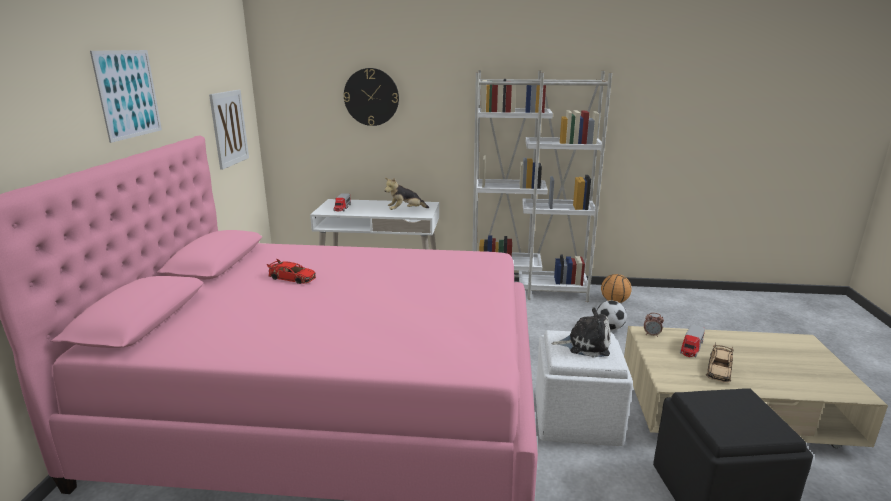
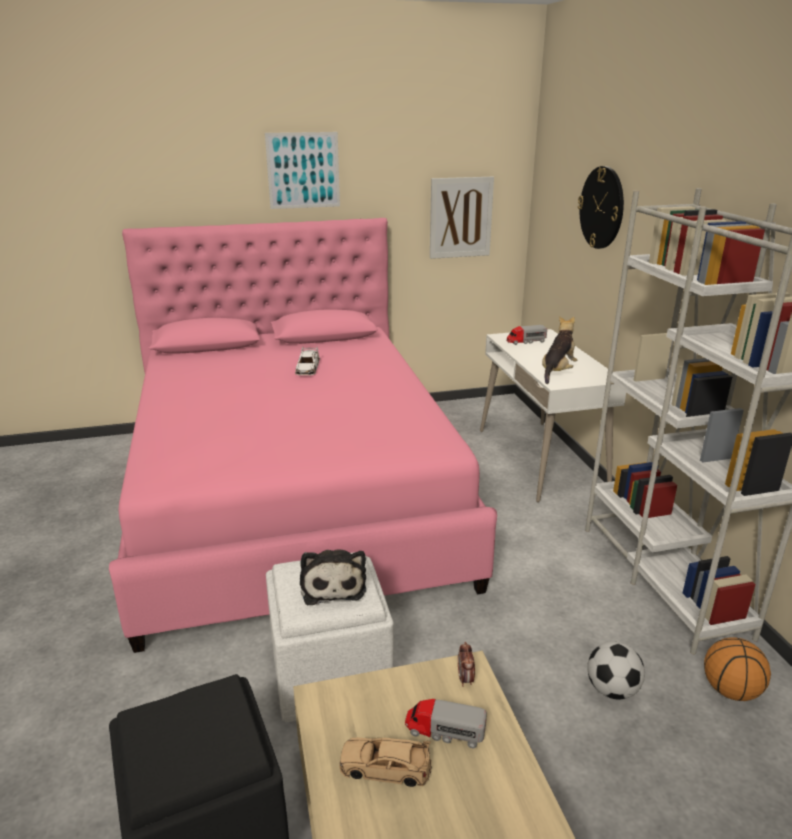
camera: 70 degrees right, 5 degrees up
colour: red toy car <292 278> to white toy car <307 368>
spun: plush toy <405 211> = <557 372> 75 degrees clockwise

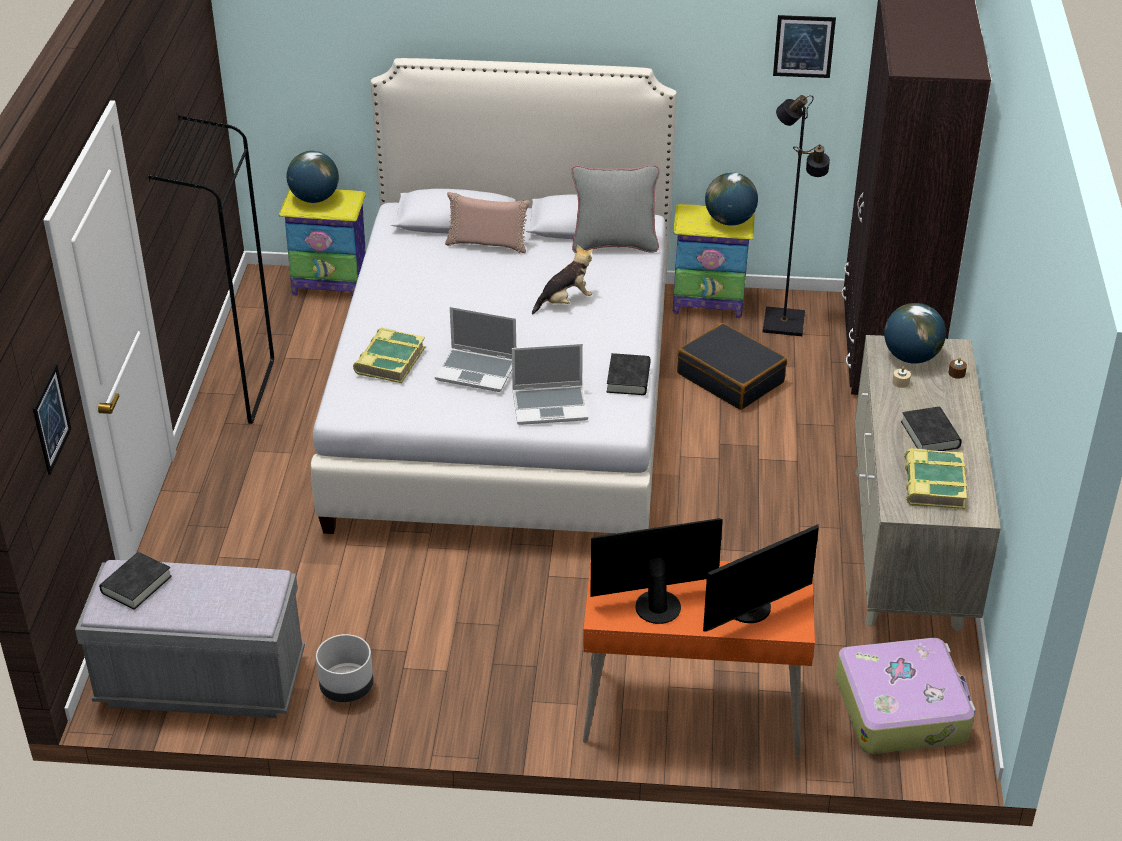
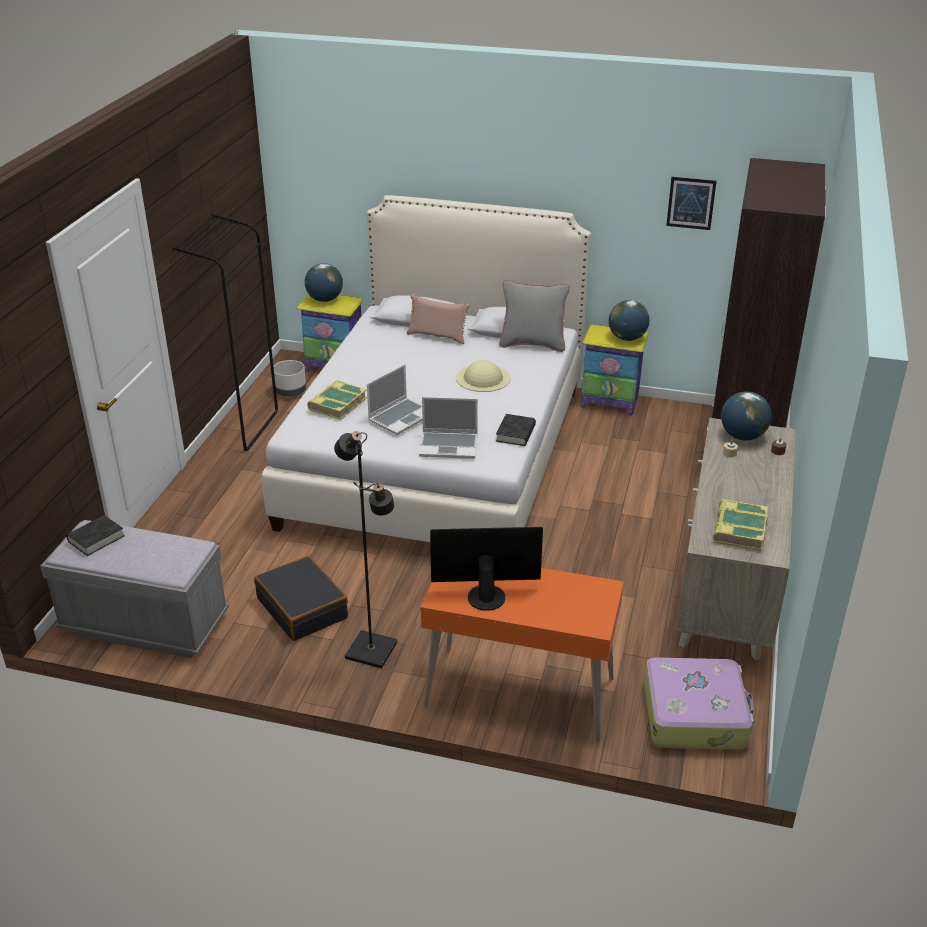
camera: 10 degrees right, 5 degrees down
missing: picture <51 419>; monitor <751 610>; black book <930 435>
relocated: grey planter <347 687> to <291 392>; black suitcase <731 378> to <303 608>; black floor lamp <784 323> to <371 650>
exchanged: plush toy <565 301> to beige hat <483 378>
spun: laptop <477 371> = <401 417> 75 degrees counterclockwise

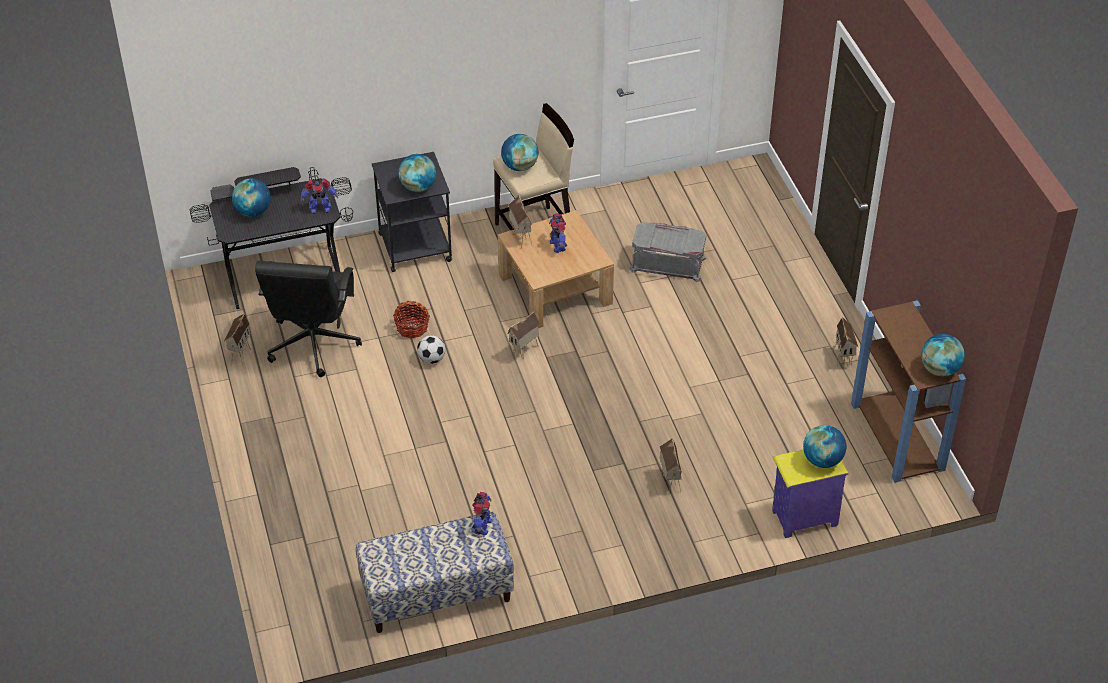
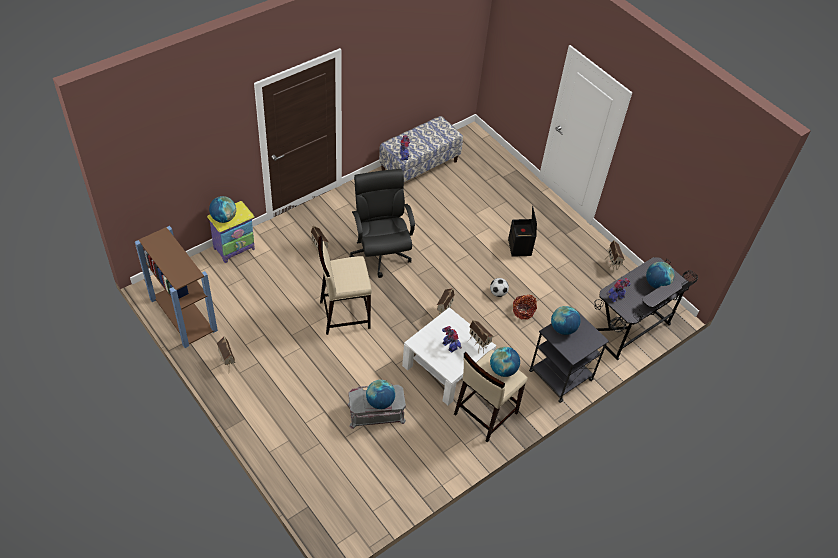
camera: 155 degrees right, 5 degrees up
appeared: beige stool <344 314>; black storage box <520 247>
relocated: black office chair <313 342> to <381 253>; globe <939 369> to <380 402>
colour: brown coffee table <555 289> to white coffee table <446 367>

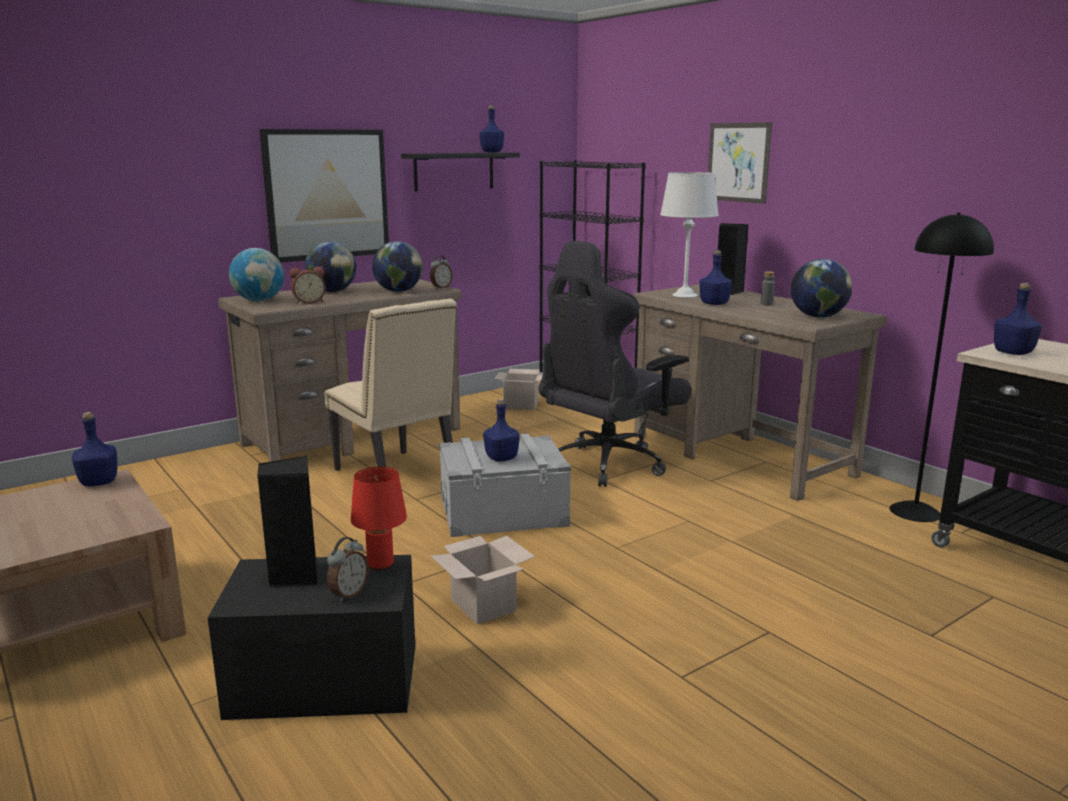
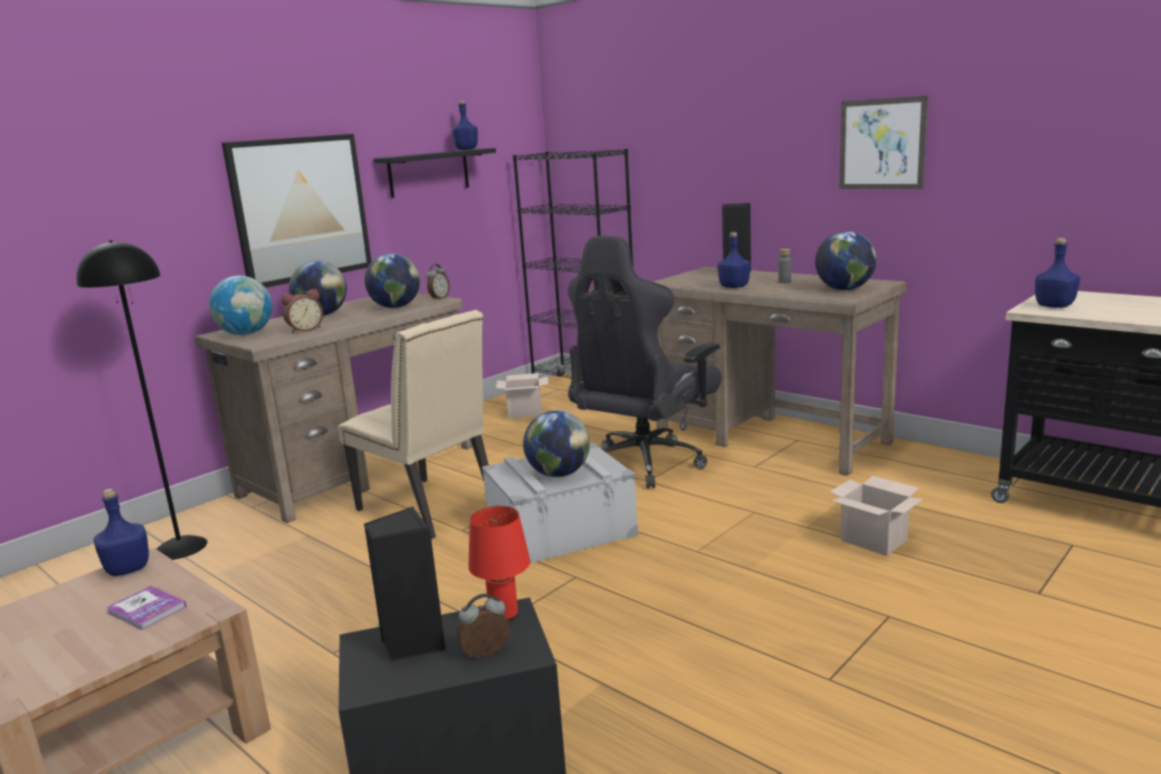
camera: 10 degrees left, 0 degrees up
missing: white table lamp <685 295>
appeared: book <147 610>
relocated: cardboard box <485 605> to <875 540>; picture <738 162> to <882 144>; black floor lamp <915 511> to <181 547>
exchanged: blue bottle <502 458> to globe <558 474>
spun: alarm clock <348 594> = <486 654> 135 degrees counterclockwise

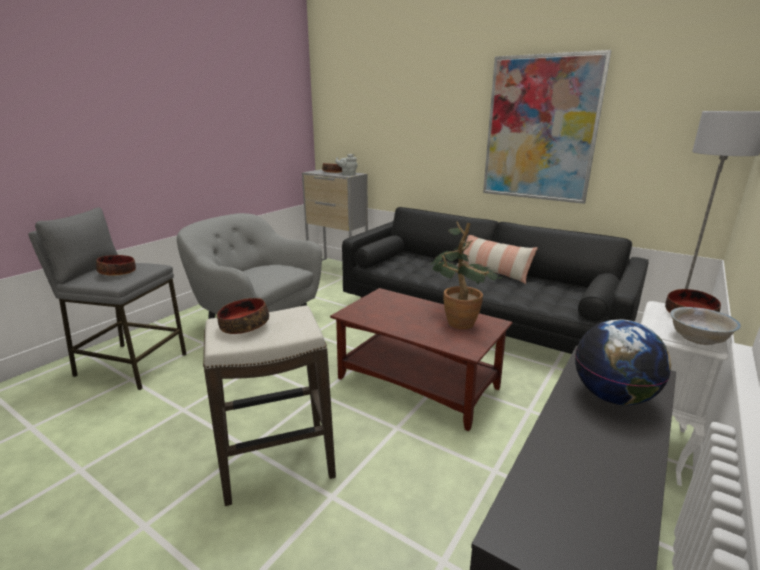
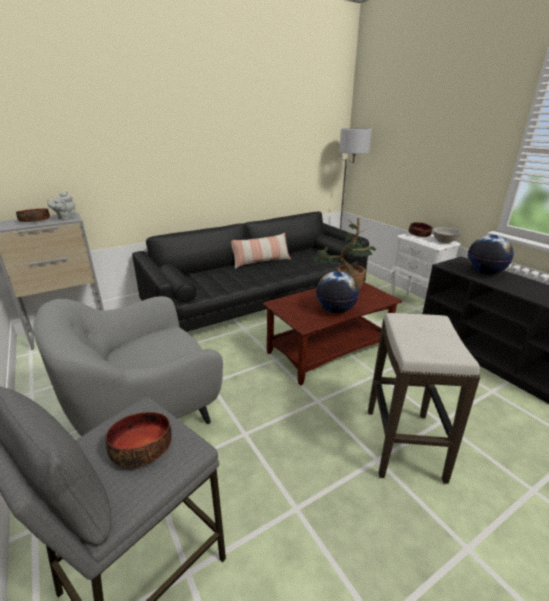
camera: 65 degrees left, 5 degrees up
missing: bowl <244 325>; picture <540 129>
appeared: globe <335 310>

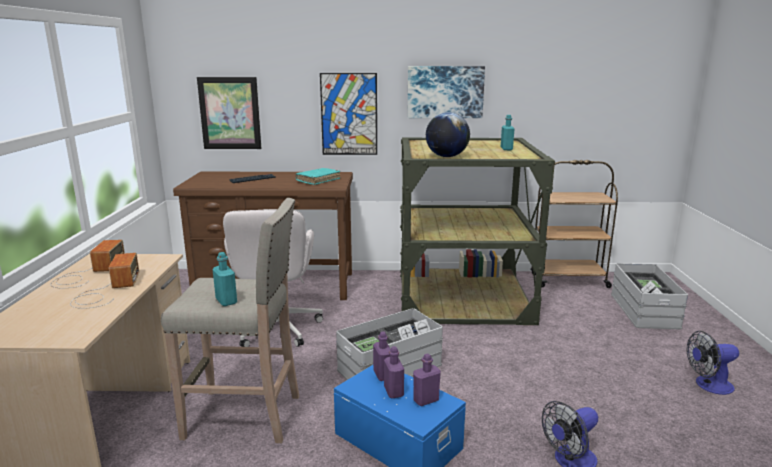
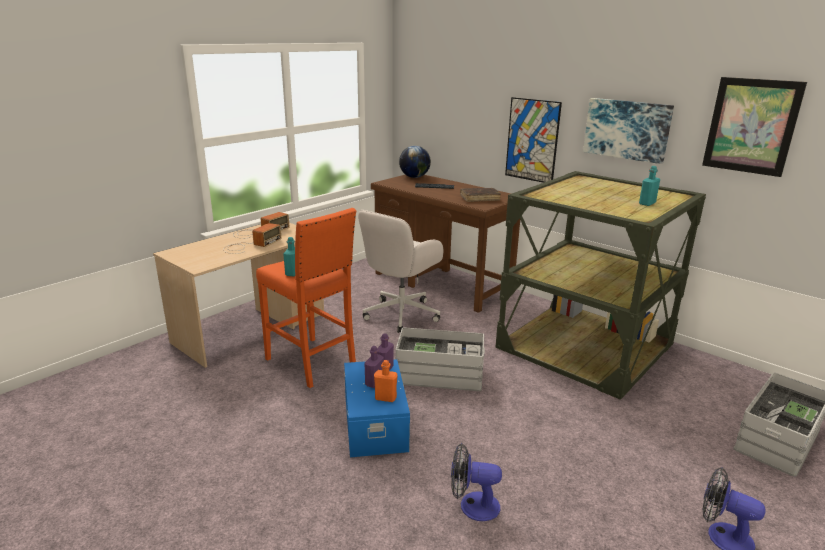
camera: 40 degrees right, 5 degrees up
missing: brown cart <568 280>
relocated: picture <230 113> to <751 126>; globe <447 156> to <414 177>
colour: beige stool <246 416> to orange stool <312 363>; turquoise book <318 180> to brown book <479 198>; purple bottle <426 400> to orange bottle <385 398>

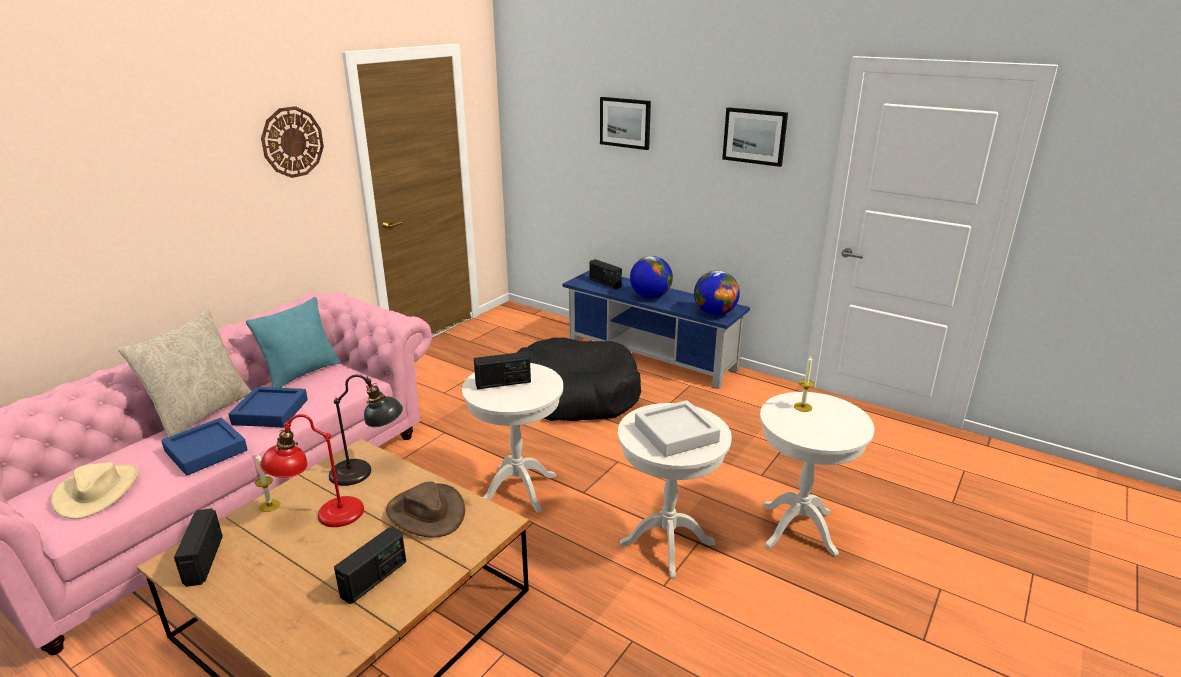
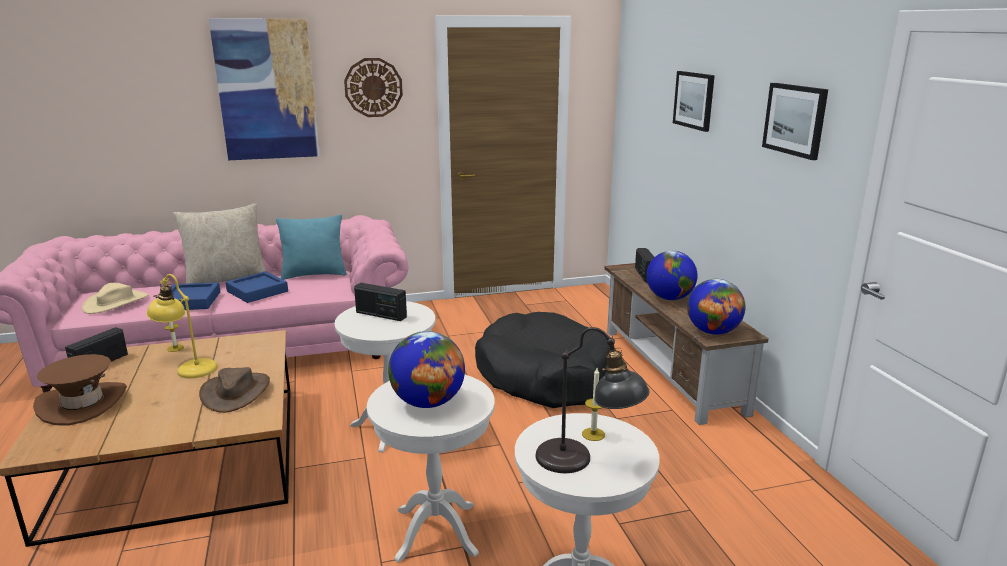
camera: 40 degrees right, 5 degrees down
missing: radio <374 579>
appeared: brown hat <83 404>; picture <267 90>
relocated: grey table lamp <369 468> to <587 460>
exchanged: grey tray <676 433> to globe <428 402>
colour: red table lamp <320 515> to yellow table lamp <186 365>; blue tv stand <650 356> to brown tv stand <669 370>

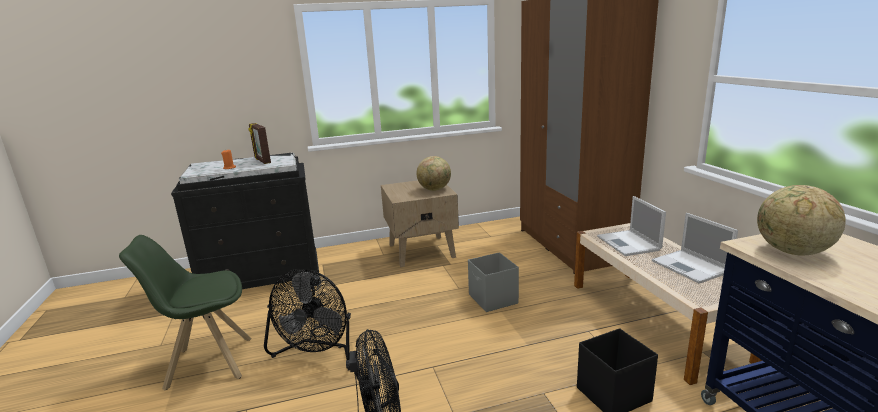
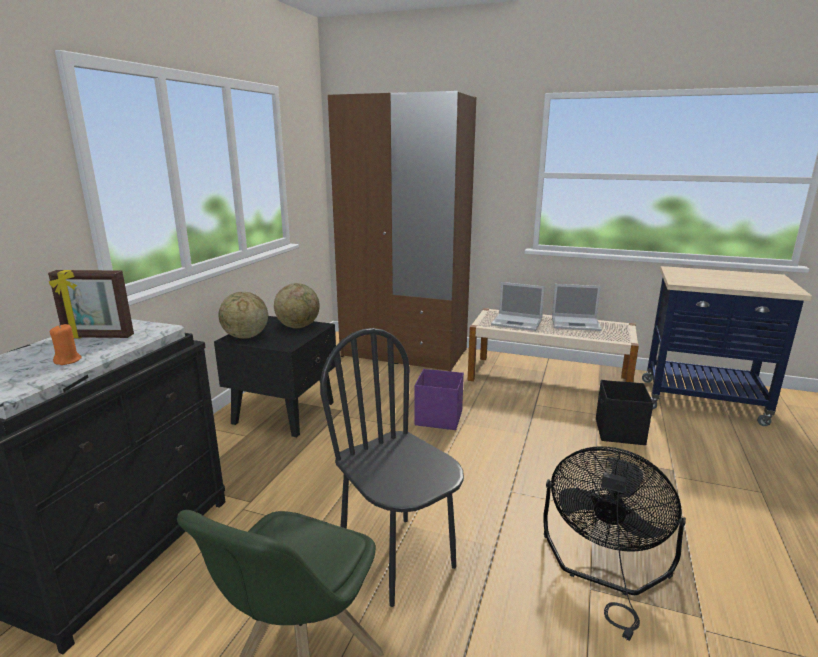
camera: 55 degrees left, 0 degrees up
relocated: globe <792 252> to <245 337>
exchanged: black fan <316 351> to black chair <398 559>
colour: beige nightstand <422 250> to black nightstand <284 412>; grey storage box <493 299> to purple storage box <439 418>

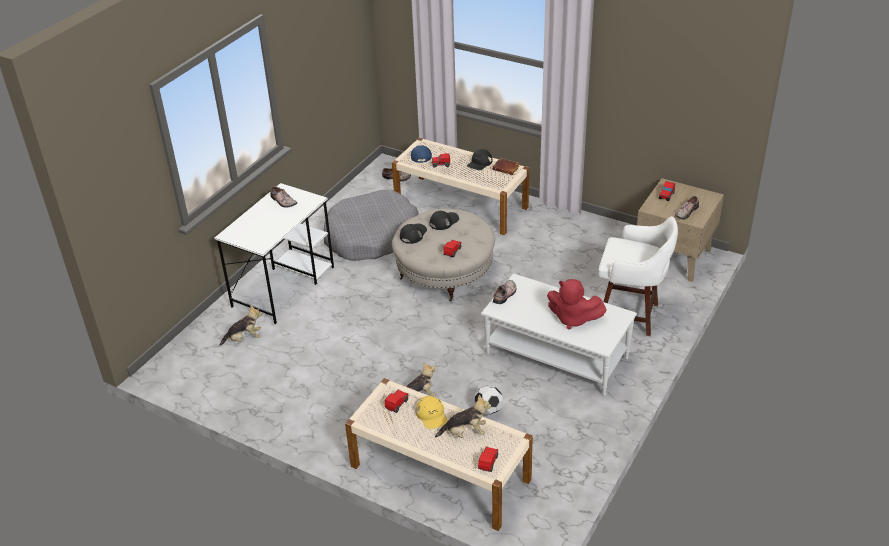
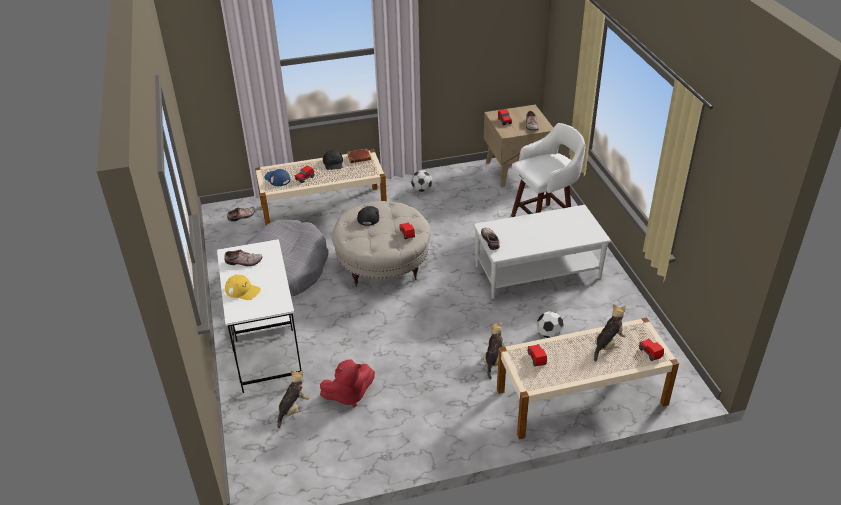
camera: 45 degrees left, 0 degrees up
missing: black cap <413 234>
appeared: football <422 189>
relocated: yellow cap <431 415> to <243 290>; red plush toy <573 319> to <348 395>

